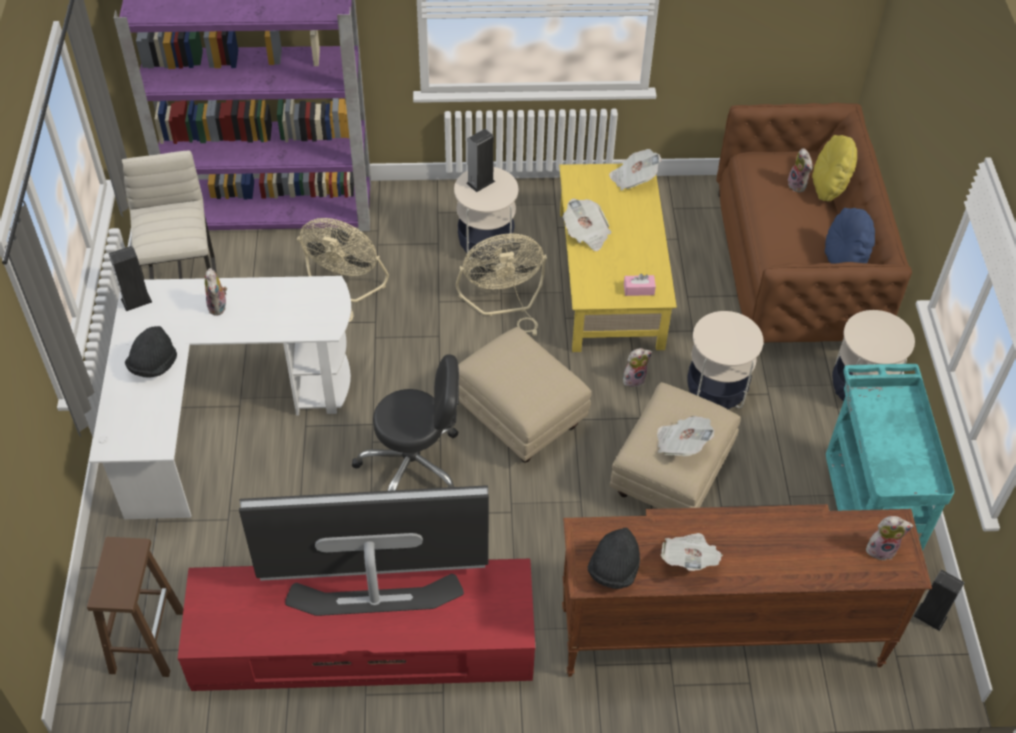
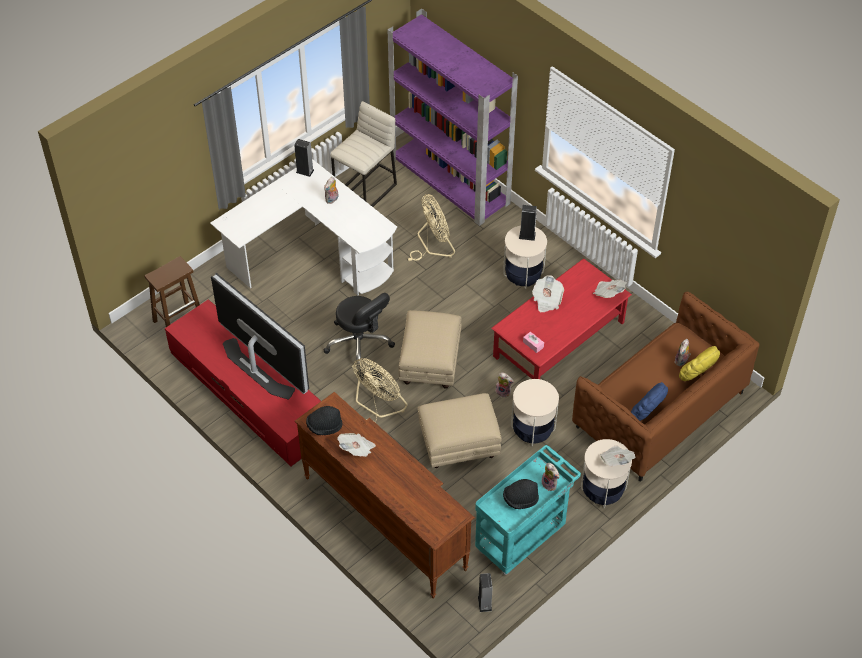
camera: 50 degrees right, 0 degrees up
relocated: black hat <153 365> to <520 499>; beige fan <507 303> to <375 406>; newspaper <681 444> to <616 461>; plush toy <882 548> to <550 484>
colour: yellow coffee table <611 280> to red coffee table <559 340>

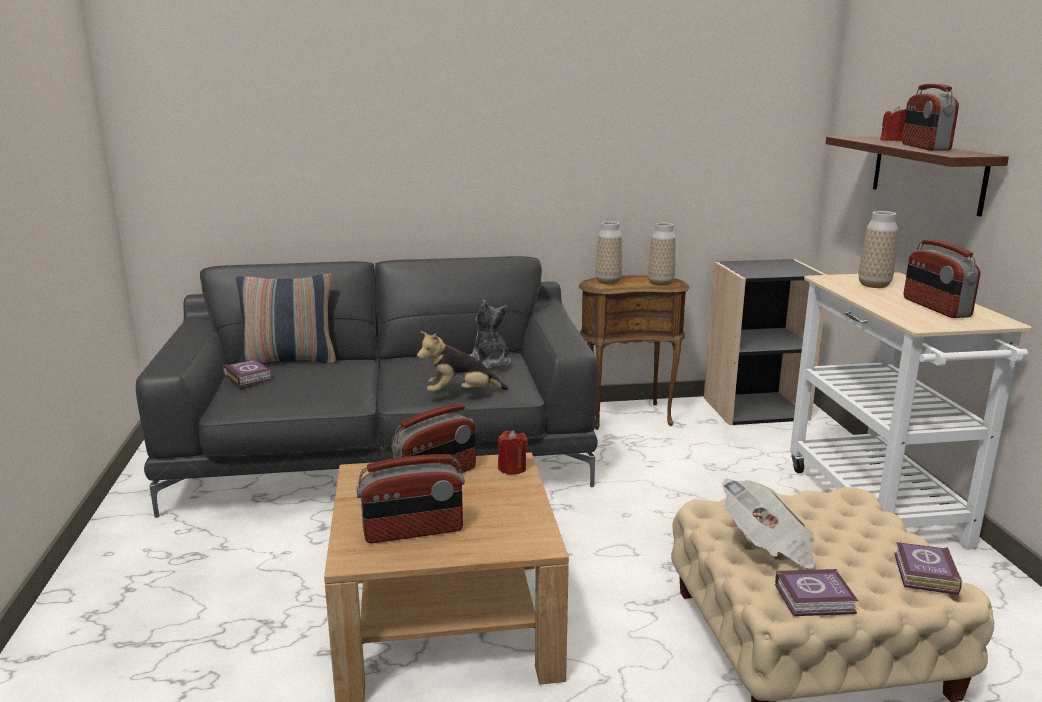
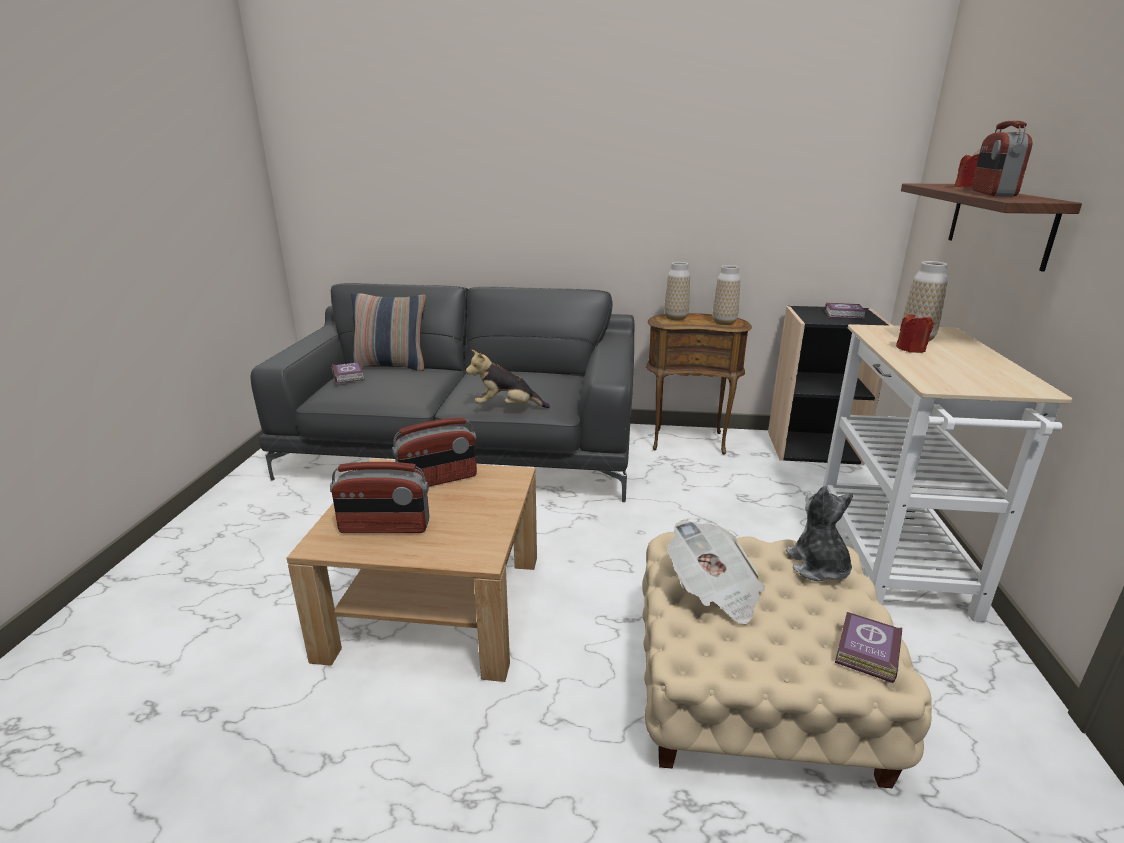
camera: 15 degrees right, 5 degrees up
missing: radio <935 308>
relocated: plush toy <490 363> to <818 566>; red candle <512 468> to <911 349>; book <817 599> to <845 315>

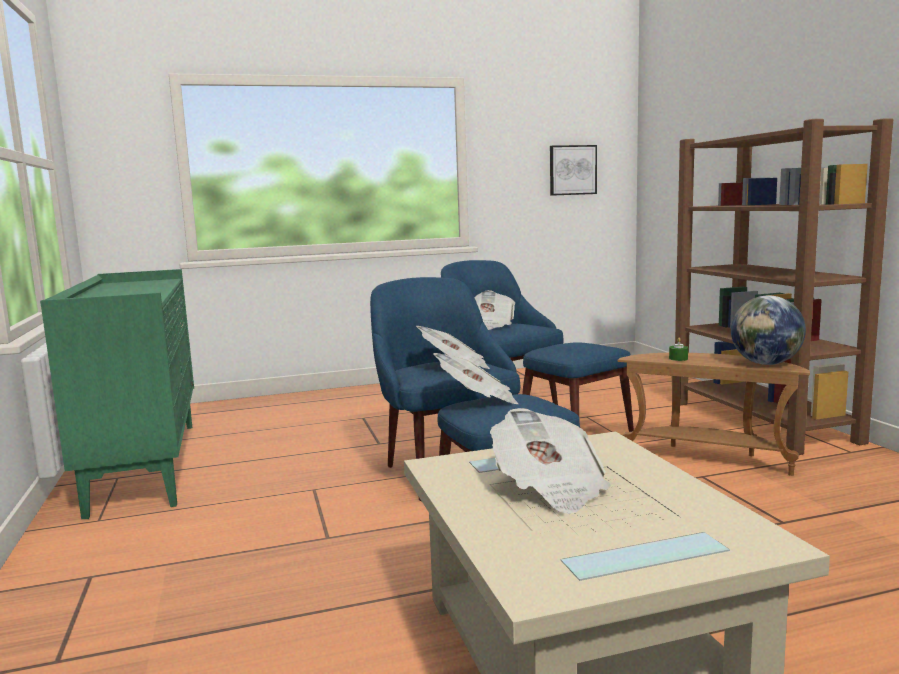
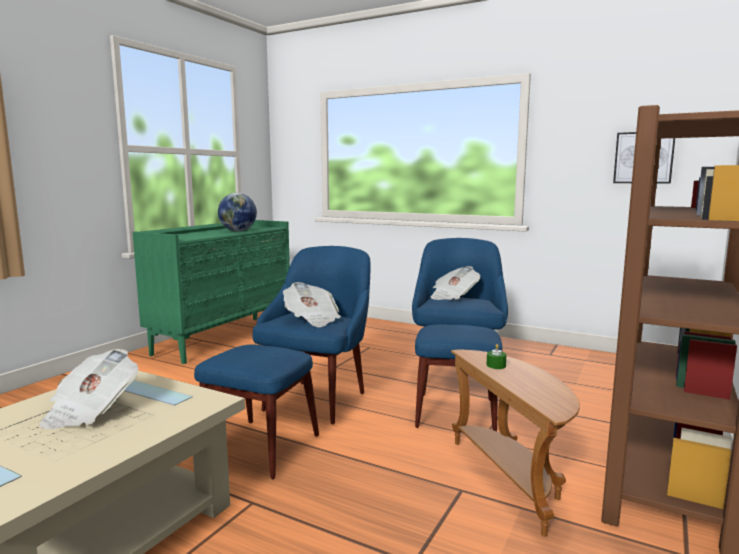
camera: 45 degrees right, 0 degrees up
missing: newspaper <478 400>
relocated: globe <766 364> to <238 231>

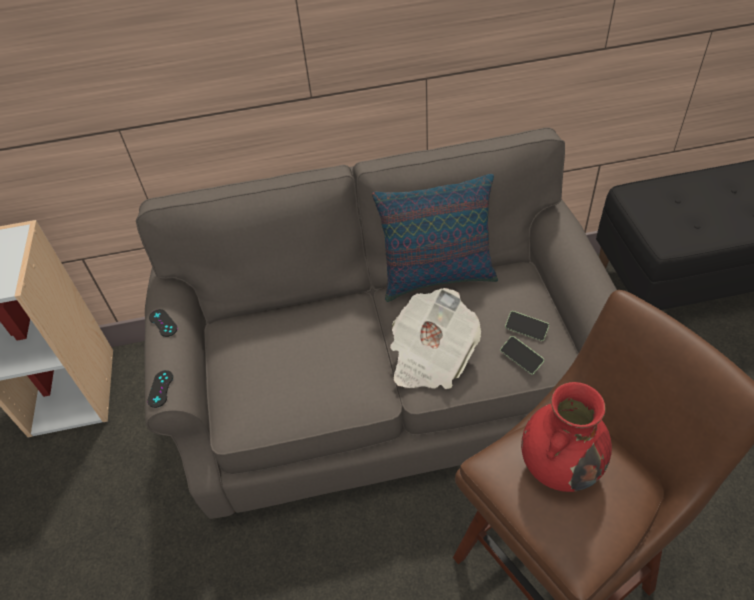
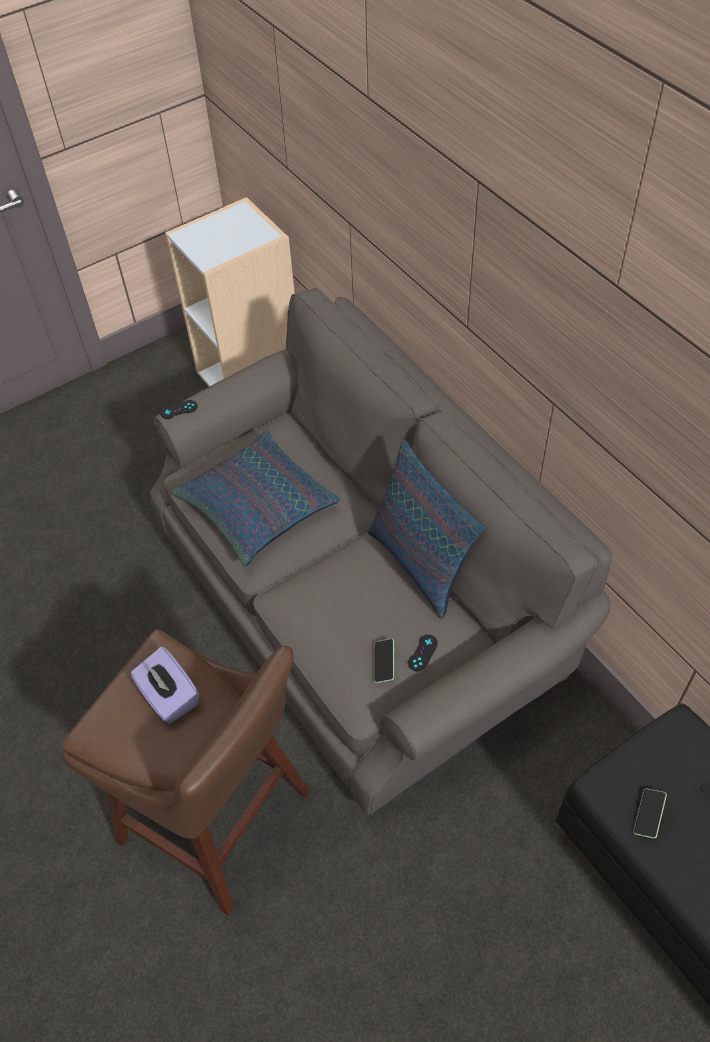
camera: 65 degrees right, 5 degrees up
missing: newspaper <430 356>
appeared: blue pillow <258 507>
relocated: black game controller <163 323> to <422 653>; phone <521 358> to <648 815>
exchanged: red vase <560 466> to purple tissue box <169 696>

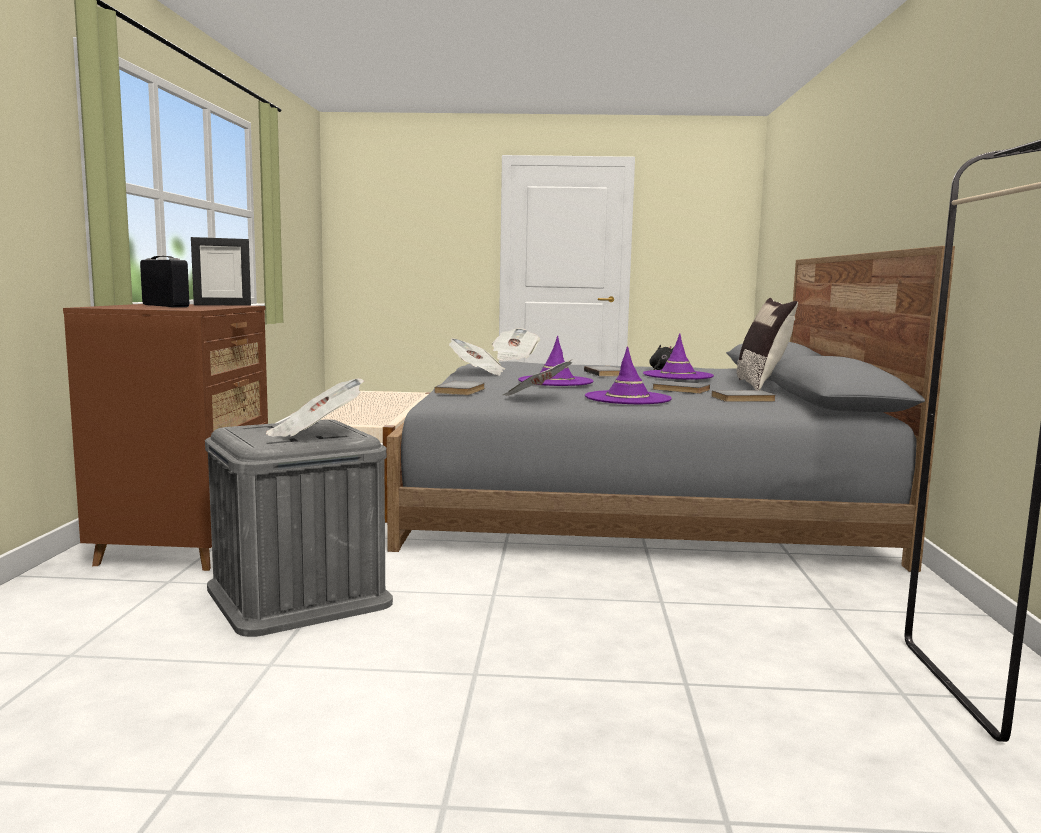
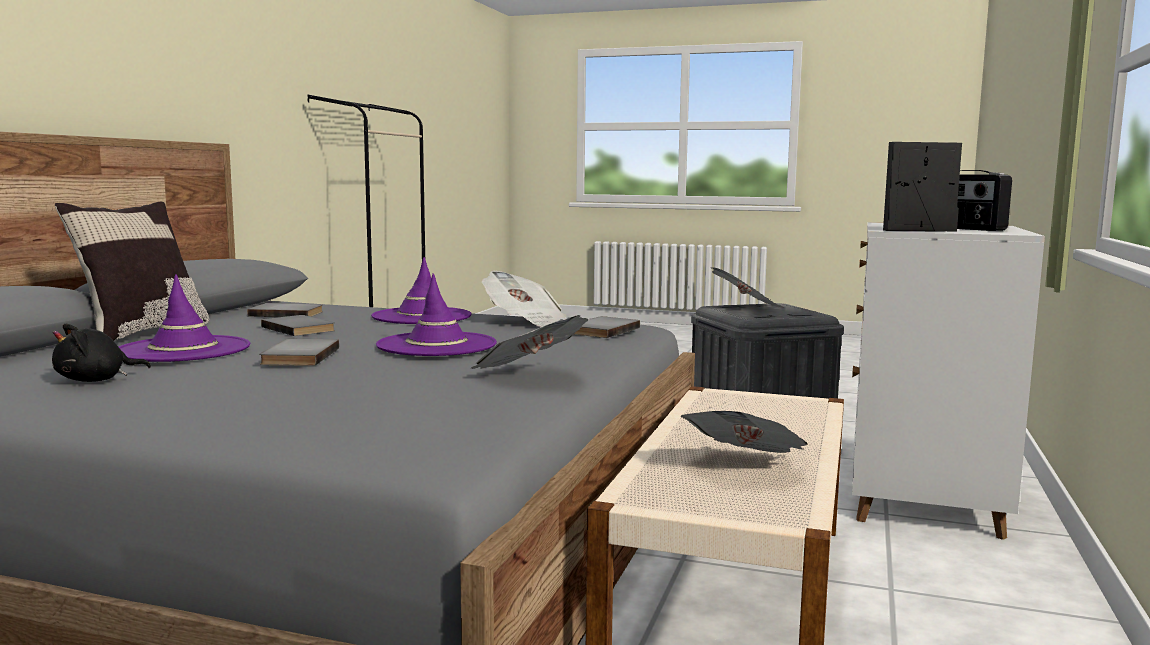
camera: 165 degrees left, 0 degrees up
relocated: newspaper <514 358> to <746 466>
colour: brown dresser <186 543> to white dresser <923 500>

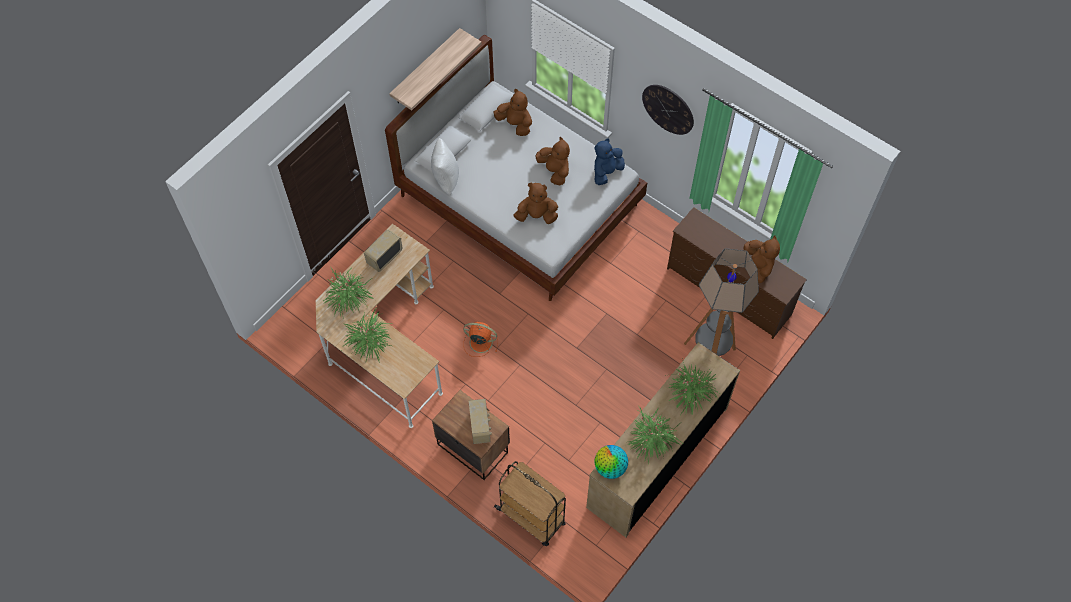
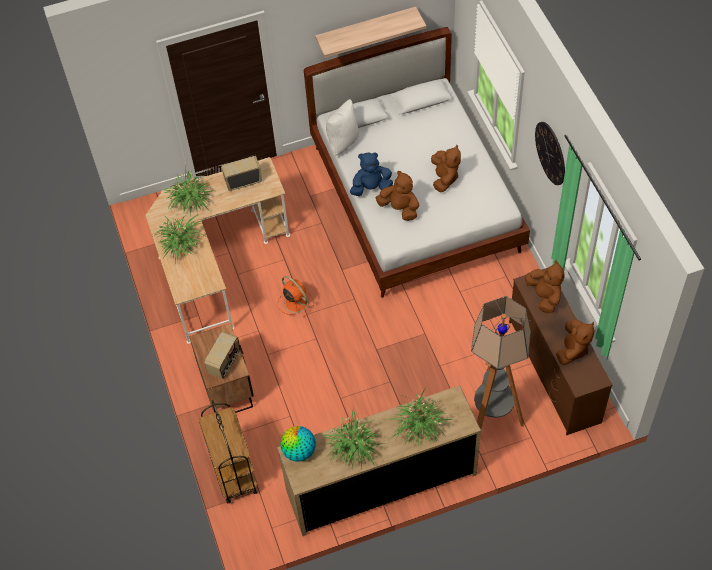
camera: 35 degrees right, 5 degrees down
relocated: brown plush toy <515 124> to <544 296>; blue plush toy <606 172> to <371 188>

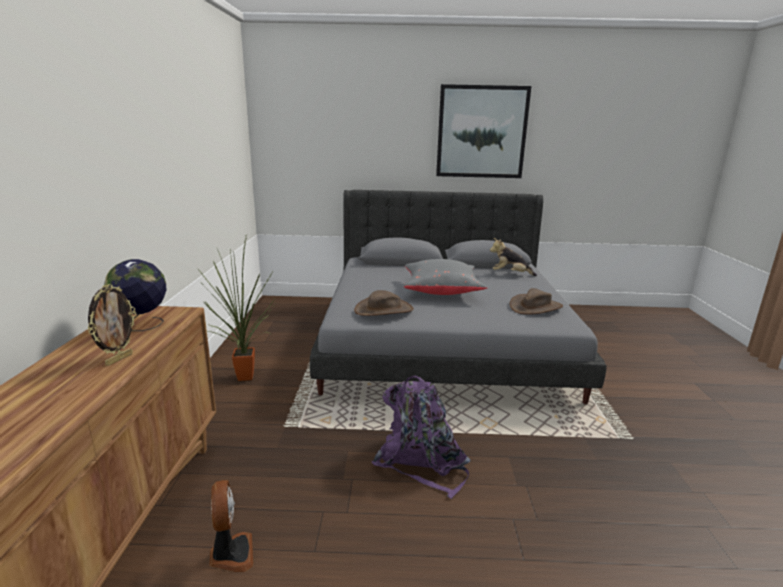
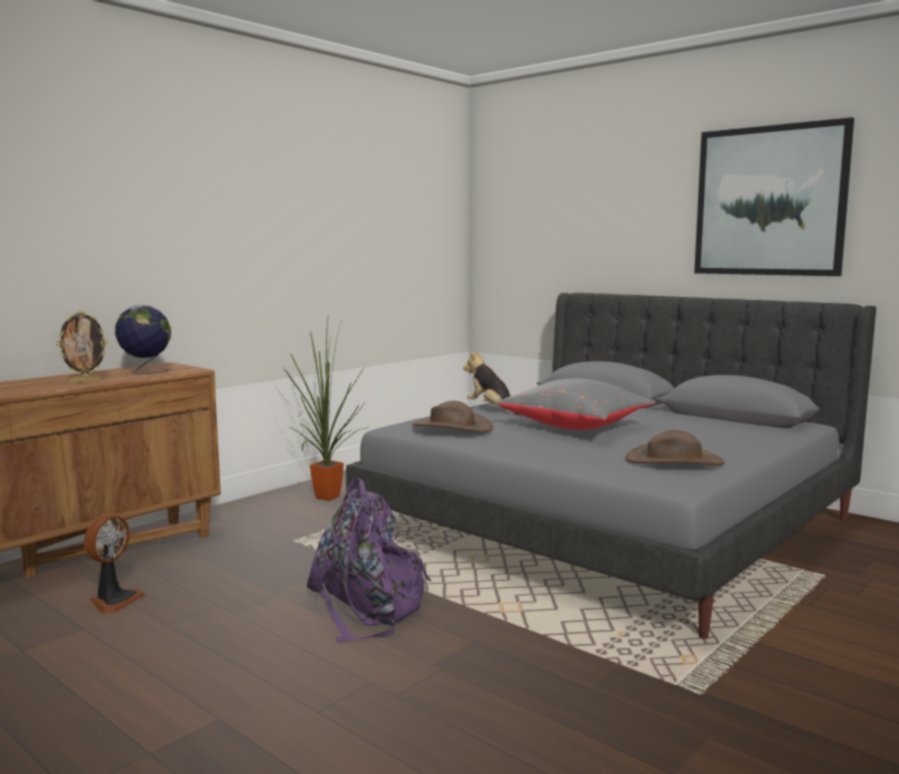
camera: 40 degrees right, 10 degrees down
relocated: plush toy <510 274> to <491 409>

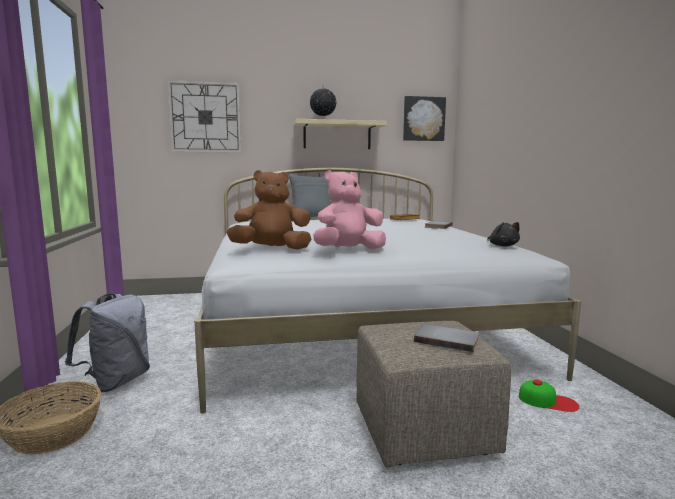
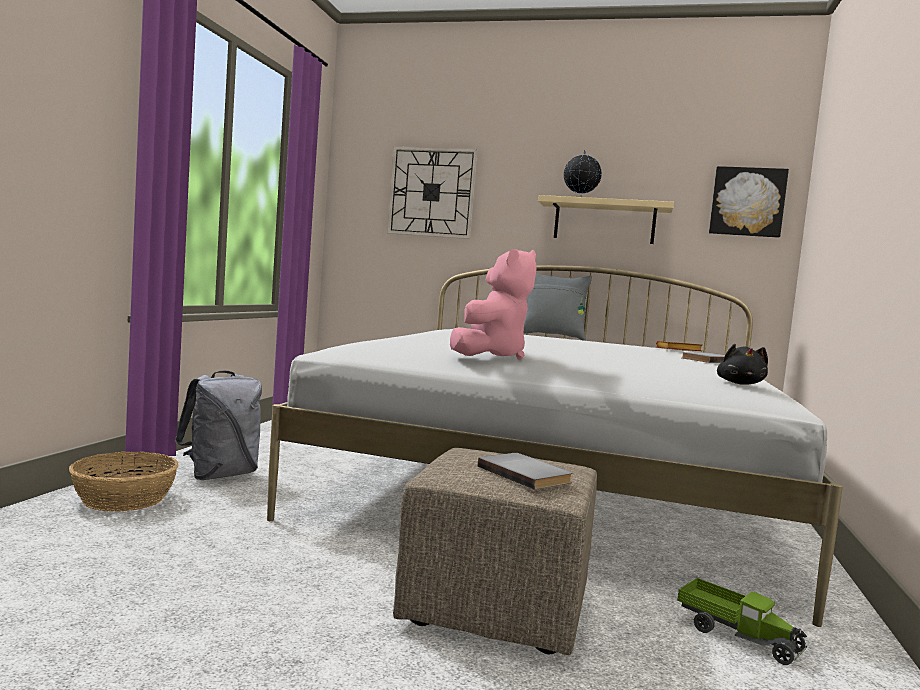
camera: 25 degrees right, 5 degrees down
missing: brown plush toy <272 249>
exchanged: cap <548 401> to toy truck <737 635>
spun: pink plush toy <348 250> = <490 356> 120 degrees clockwise

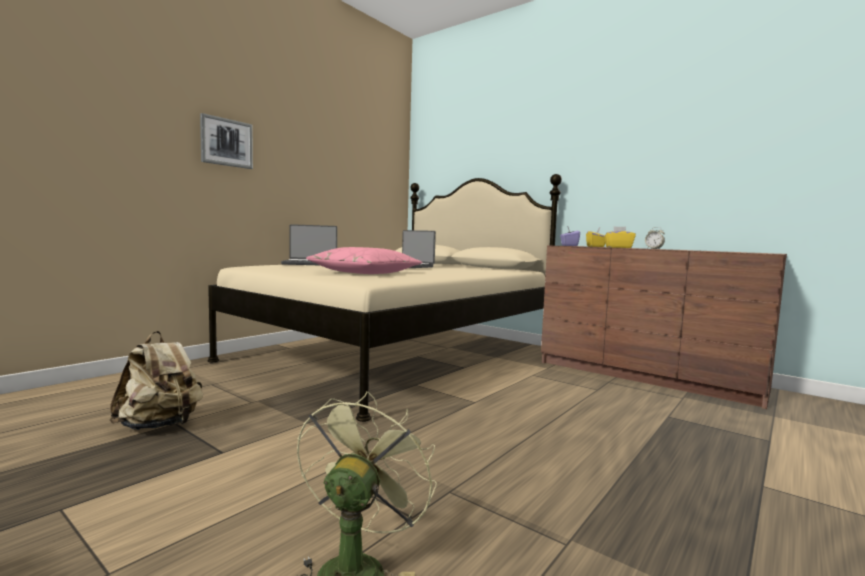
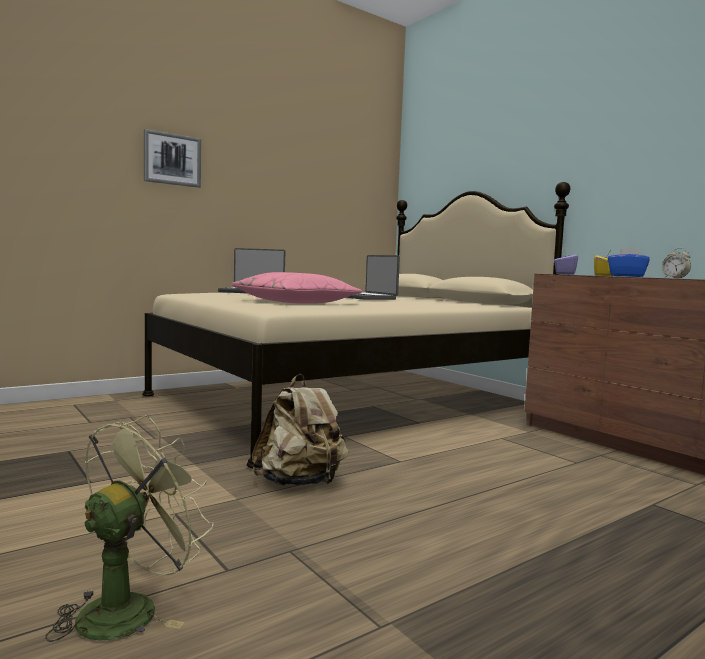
camera: 15 degrees right, 0 degrees up
relocated: beige backpack <160 426> to <300 483>
colour: yellow tissue box <618 247> to blue tissue box <627 276>

